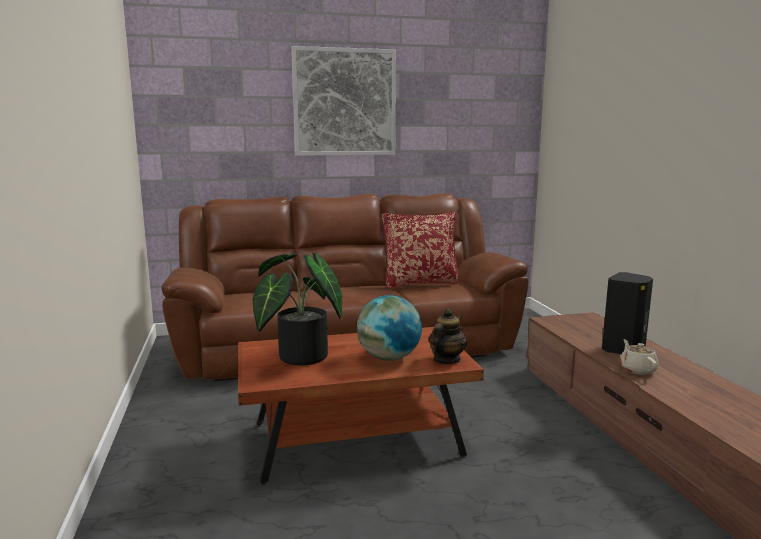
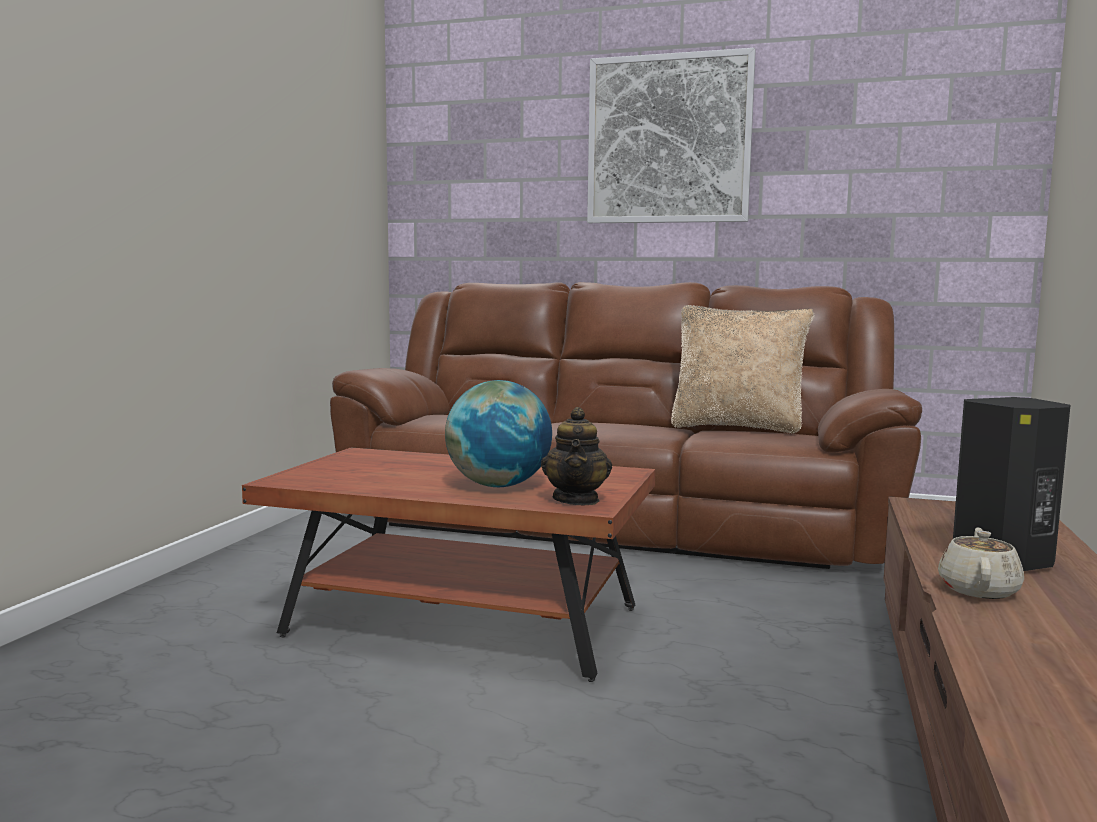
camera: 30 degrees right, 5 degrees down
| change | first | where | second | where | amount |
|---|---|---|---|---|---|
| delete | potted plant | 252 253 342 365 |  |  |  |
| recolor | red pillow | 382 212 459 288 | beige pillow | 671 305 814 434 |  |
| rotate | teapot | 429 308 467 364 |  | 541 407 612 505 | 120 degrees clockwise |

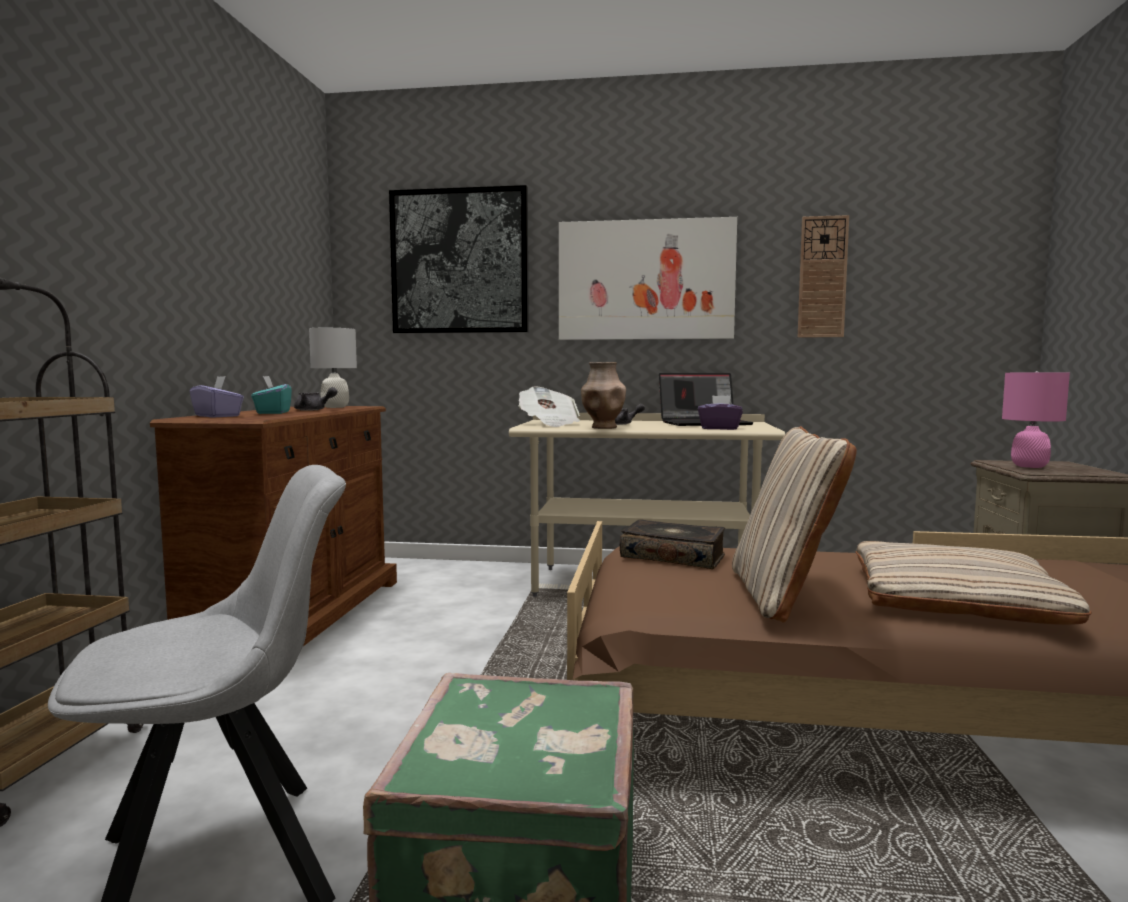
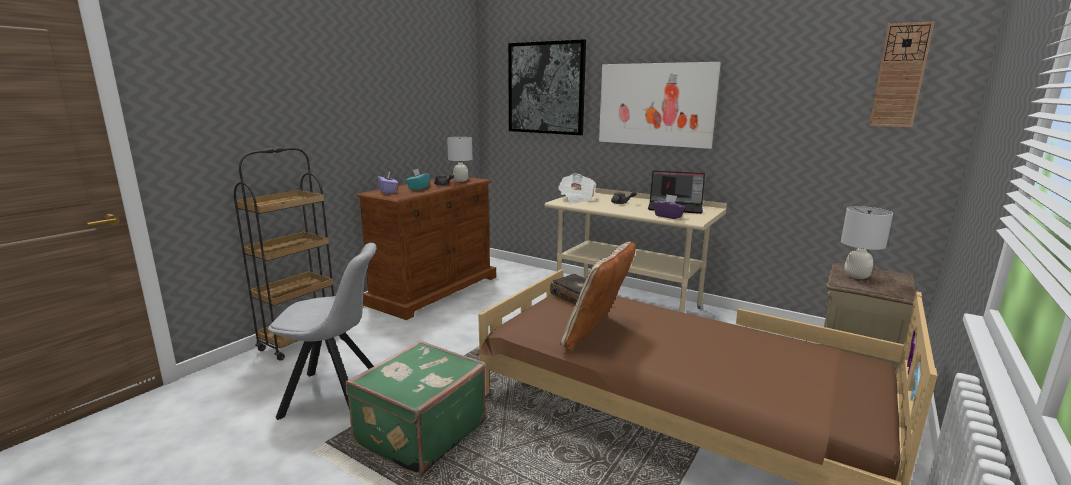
camera: 25 degrees right, 10 degrees up
| change | first | where | second | where | amount |
|---|---|---|---|---|---|
| delete | brown vase | 581 362 626 429 |  |  |  |
| delete | beige pillow | 856 541 1092 625 |  |  |  |
| move | wall clock | 798 215 849 338 |  | 869 22 934 127 |  |
| recolor | pink table lamp | 1002 371 1070 468 | grey table lamp | 841 206 893 279 |  |

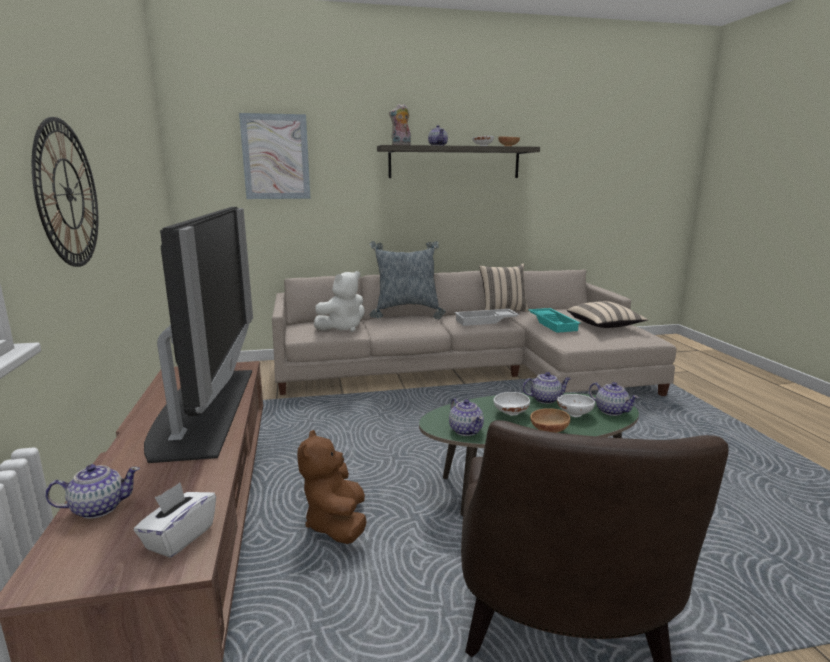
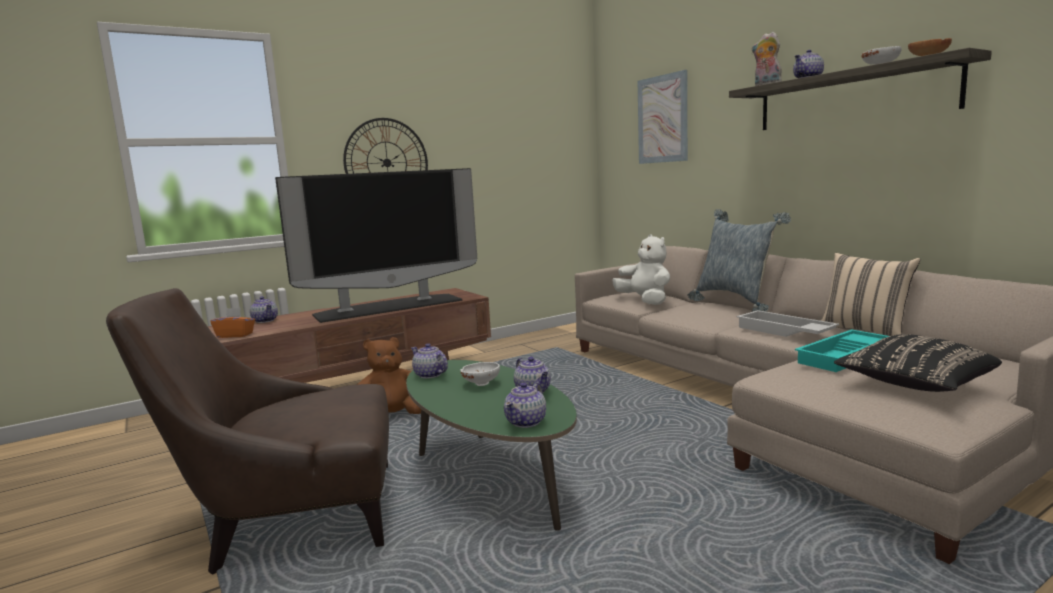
camera: 70 degrees right, 5 degrees down
| change | first | where | second | where | amount |
|---|---|---|---|---|---|
| delete | brown bowl | 530 408 570 433 |  |  |  |
| delete | white bowl | 557 394 595 417 |  |  |  |
| recolor | white tissue box | 134 483 216 558 | orange tissue box | 211 308 255 338 |  |
| recolor | beige pillow | 567 301 648 328 | black pillow | 834 334 1002 392 |  |
| rotate | white plush toy | 314 271 365 332 |  | 612 234 670 305 | 150 degrees counterclockwise |
| rotate | teapot | 449 398 484 436 |  | 411 343 448 379 | 90 degrees clockwise |

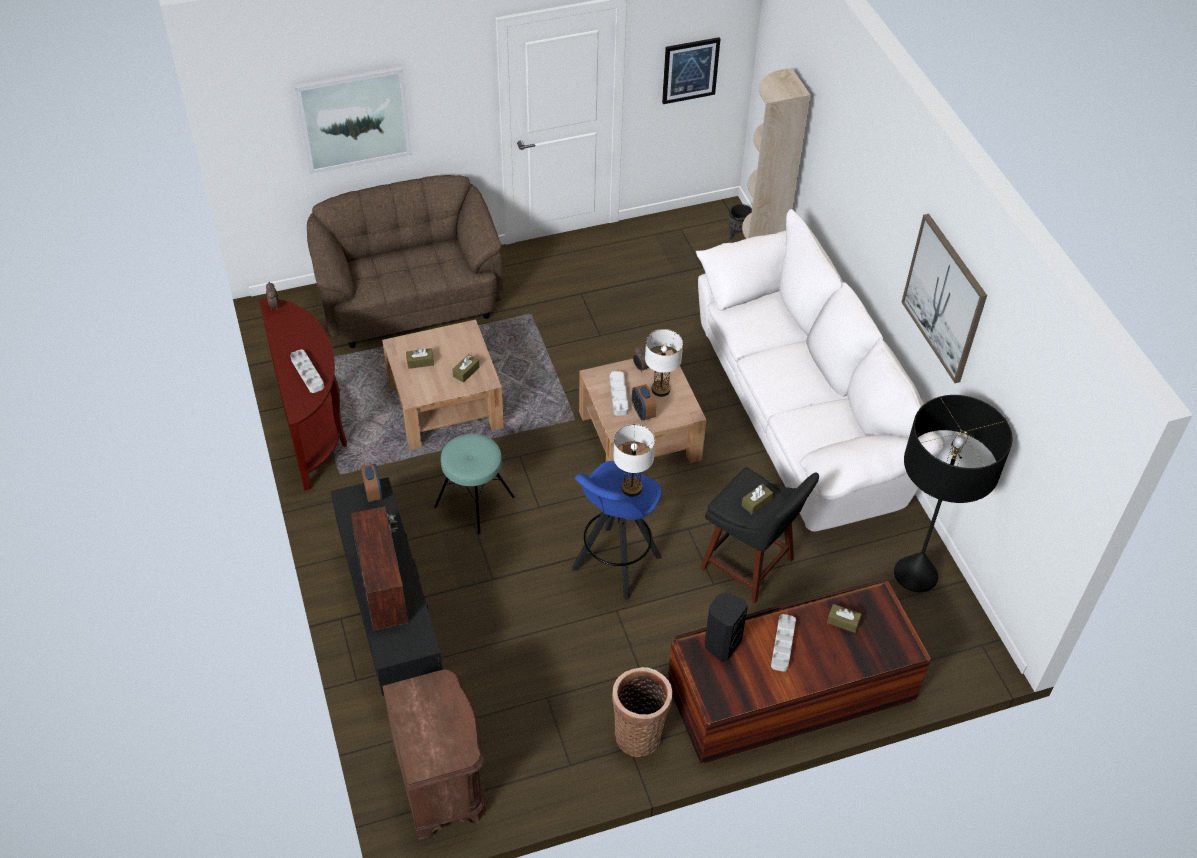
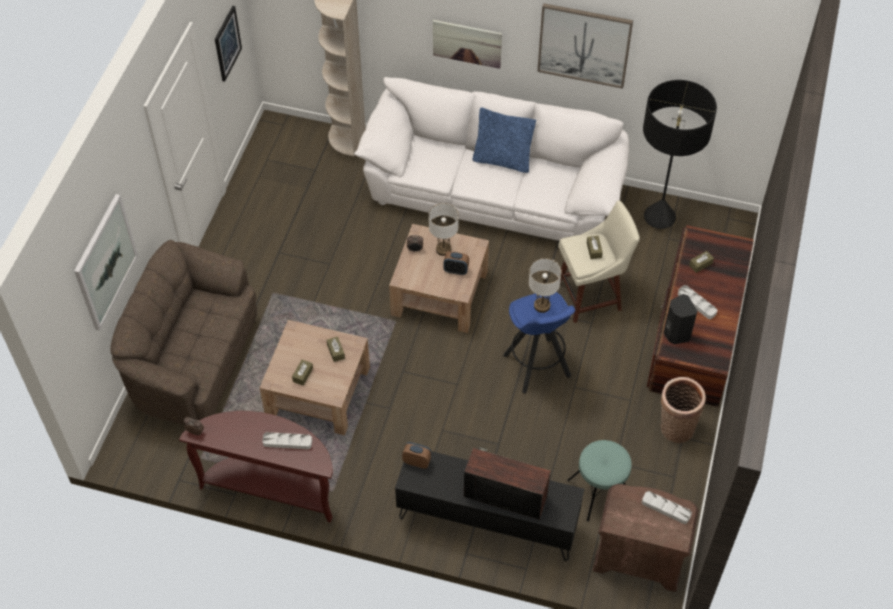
camera: 55 degrees left, 5 degrees up
| change | first | where | second | where | amount |
|---|---|---|---|---|---|
| delete | black planter | 729 204 752 240 |  |  |  |
| insert |  |  | picture | 433 20 502 69 |  |
| insert |  |  | blue pillow | 473 107 536 173 |  |
| move | turquoise stool | 434 434 515 534 |  | 567 440 632 522 |  |
| move | grey tray | 609 371 629 416 |  | 642 491 692 524 |  |
| recolor | black stool | 700 467 819 604 | beige stool | 557 200 640 323 |  |

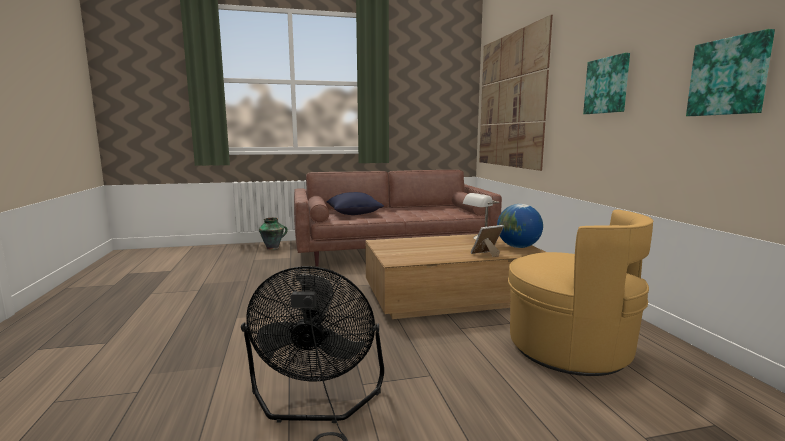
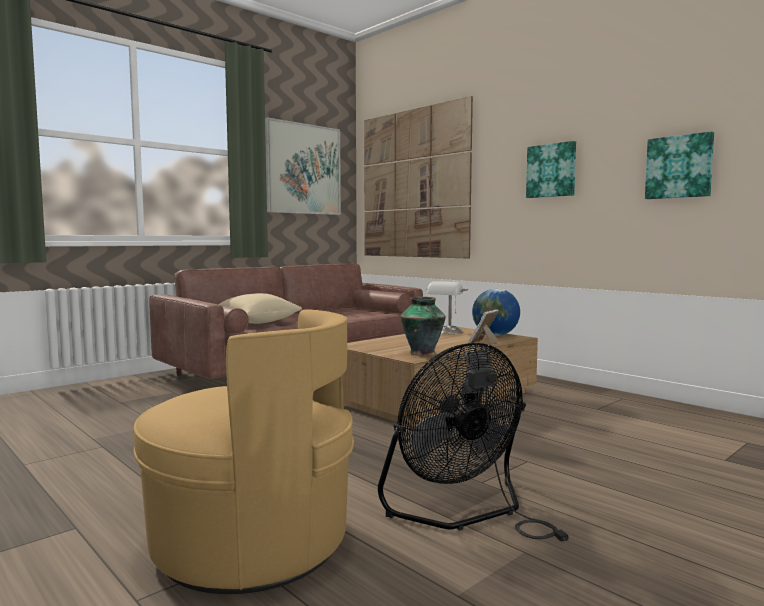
camera: 30 degrees left, 5 degrees down
| change | first | where | second | where | amount |
|---|---|---|---|---|---|
| insert |  |  | picture | 265 117 341 215 |  |
| move | vase | 259 218 288 250 |  | 400 297 446 356 |  |
| move | beige armchair | 508 210 653 376 |  | 134 309 354 594 |  |
| recolor | blue pillow | 326 192 384 215 | beige pillow | 218 293 302 324 |  |

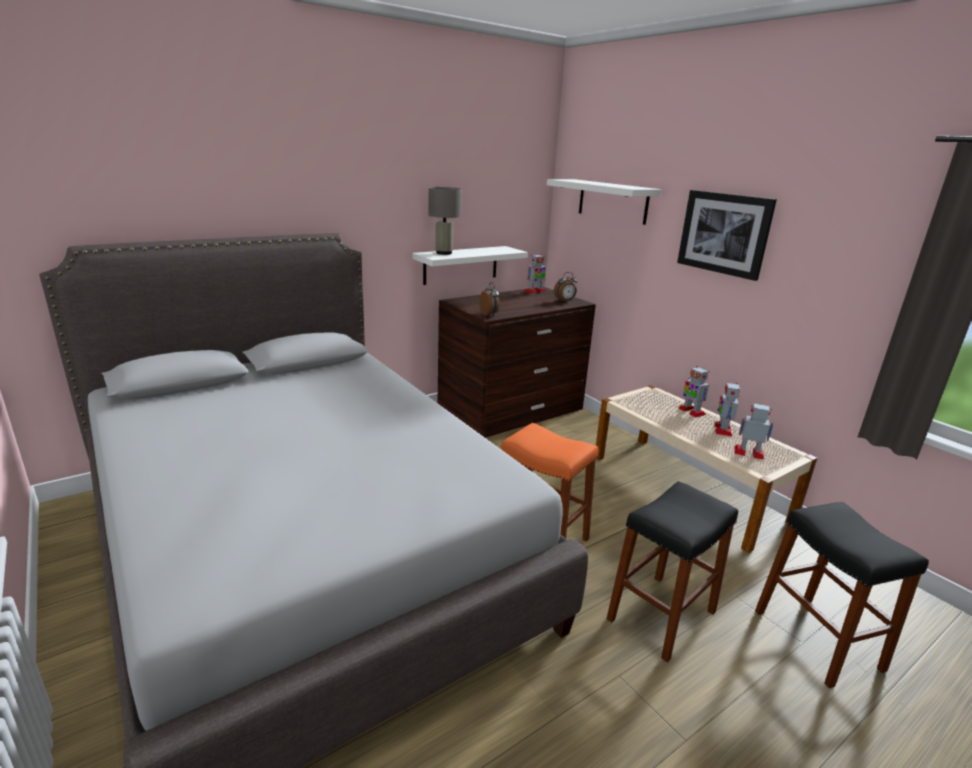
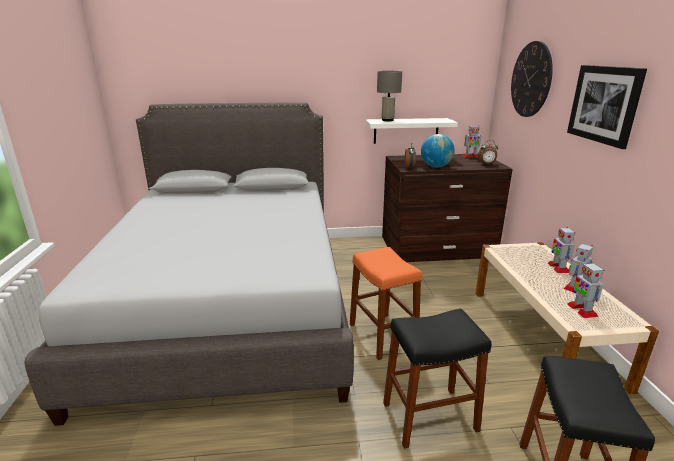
camera: 30 degrees right, 0 degrees up
| change | first | where | second | where | amount |
|---|---|---|---|---|---|
| insert |  |  | globe | 421 134 455 168 |  |
| replace | white shelf | 547 179 662 225 | wall clock | 511 41 553 117 |  |
| rotate | toy robot | 735 403 774 460 |  | 568 262 605 318 | 150 degrees counterclockwise |

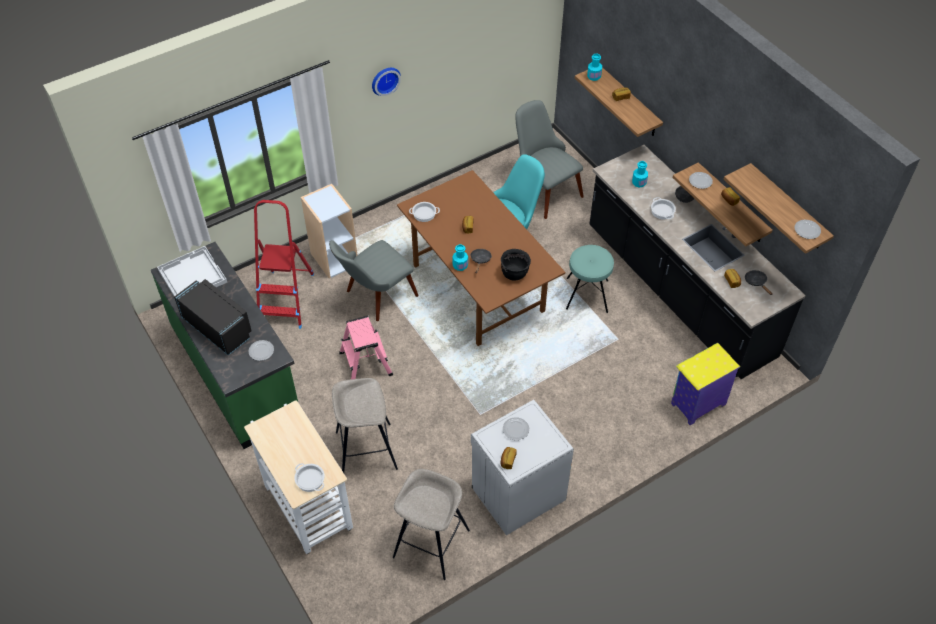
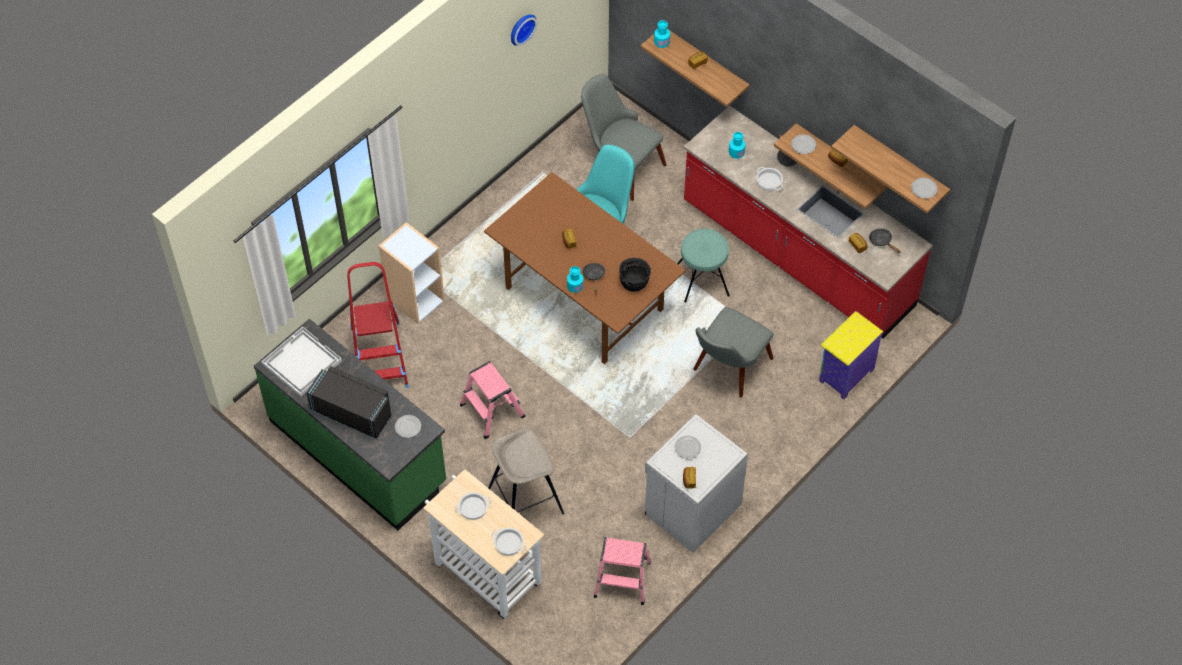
camera: 15 degrees left, 5 degrees up
| change | first | where | second | where | amount |
|---|---|---|---|---|---|
| move | grey chair | 329 240 419 321 |  | 693 307 774 398 |  |
| move | wall clock | 372 68 401 96 |  | 511 14 537 46 |  |
| move | cooking pot | 409 202 440 222 |  | 455 492 492 520 |  |
| replace | grey stool | 393 469 470 580 | pink step ladder | 594 537 651 605 |  |
| recolor | black counter | 589 145 806 379 | red counter | 683 105 933 339 |  |

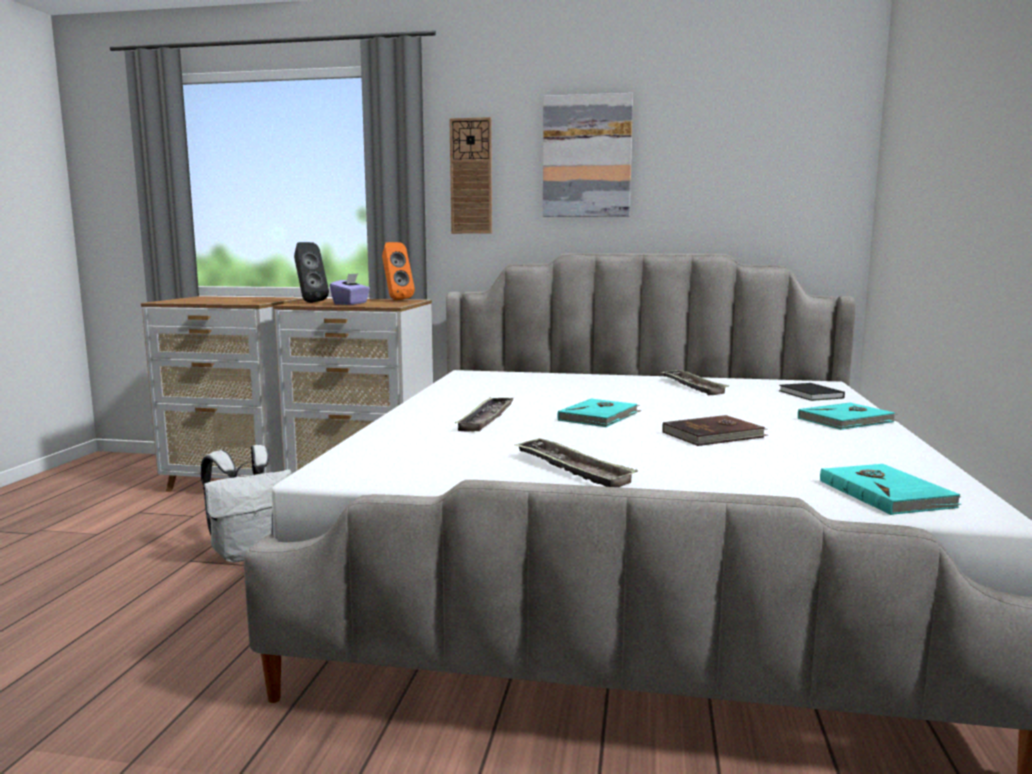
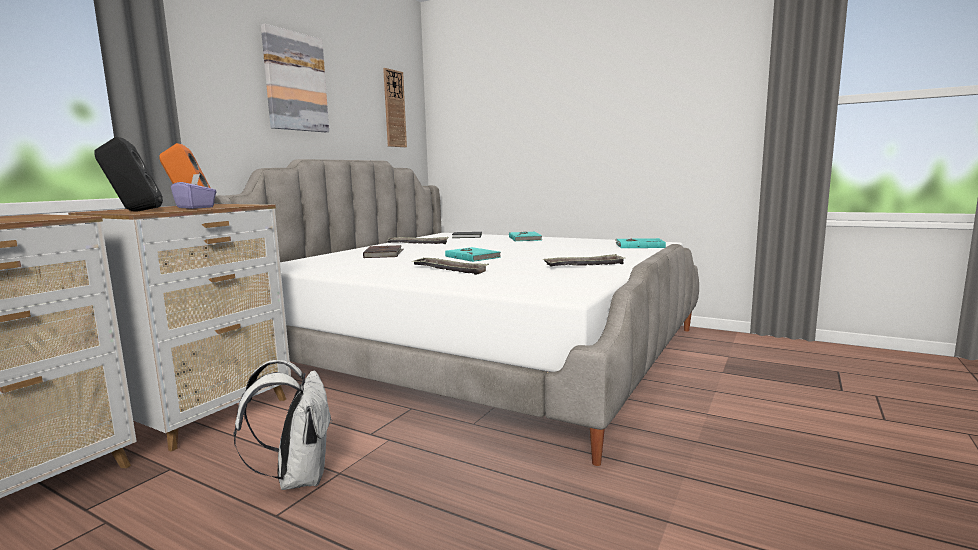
camera: 70 degrees left, 0 degrees up
| change | first | where | second | where | amount |
|---|---|---|---|---|---|
| move | wall clock | 450 117 492 234 |  | 383 68 407 147 |  |
| move | brown book | 662 415 769 446 |  | 363 245 403 258 |  |

